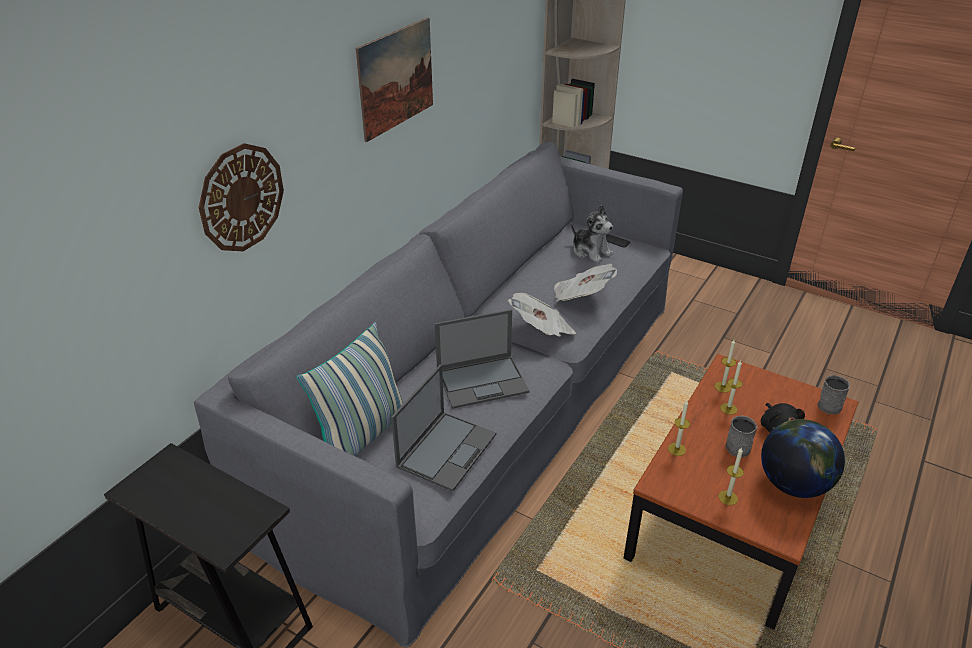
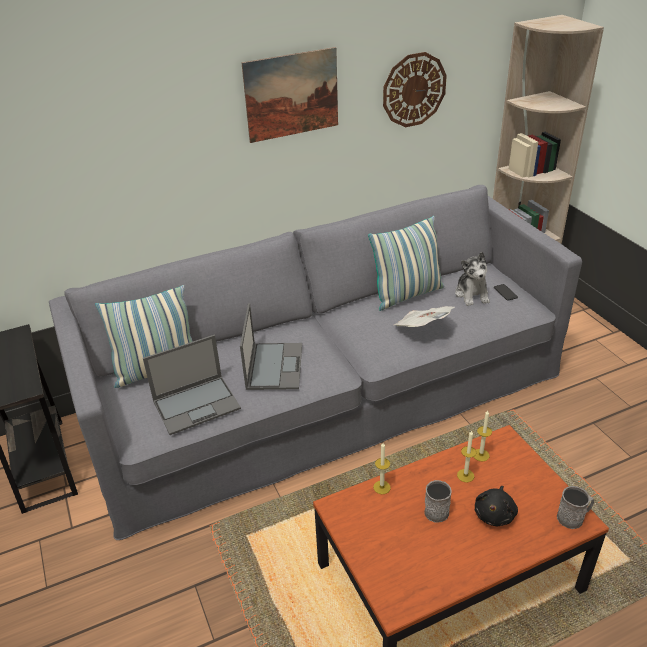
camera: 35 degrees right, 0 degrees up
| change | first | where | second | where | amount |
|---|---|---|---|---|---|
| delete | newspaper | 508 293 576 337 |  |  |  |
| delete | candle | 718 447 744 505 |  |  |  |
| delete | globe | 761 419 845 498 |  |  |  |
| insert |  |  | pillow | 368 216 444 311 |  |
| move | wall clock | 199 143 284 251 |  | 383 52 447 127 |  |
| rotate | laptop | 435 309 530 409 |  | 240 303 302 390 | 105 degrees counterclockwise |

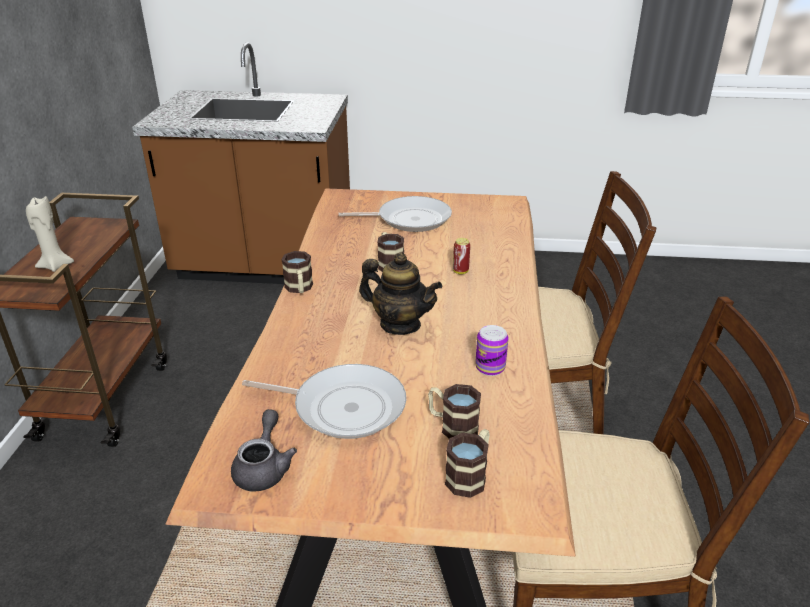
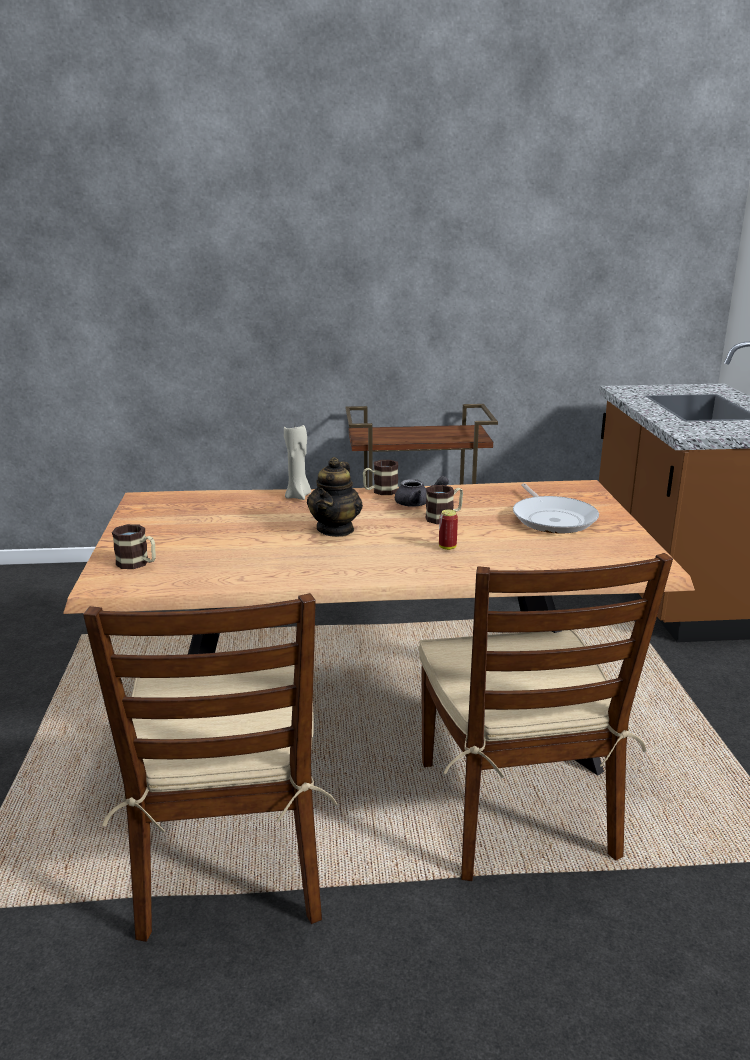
camera: 80 degrees right, 10 degrees down
| change | first | where | second | where | amount |
|---|---|---|---|---|---|
| delete | frying pan | 242 364 406 439 |  |  |  |
| delete | mug | 428 384 481 439 |  |  |  |
| delete | can | 475 325 508 376 |  |  |  |
| move | beige candle | 26 196 74 272 |  | 284 425 311 500 |  |
| move | grey teapot | 231 409 297 491 |  | 395 476 449 507 |  |

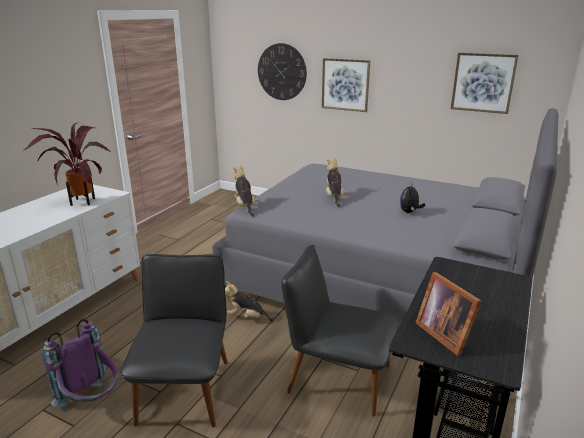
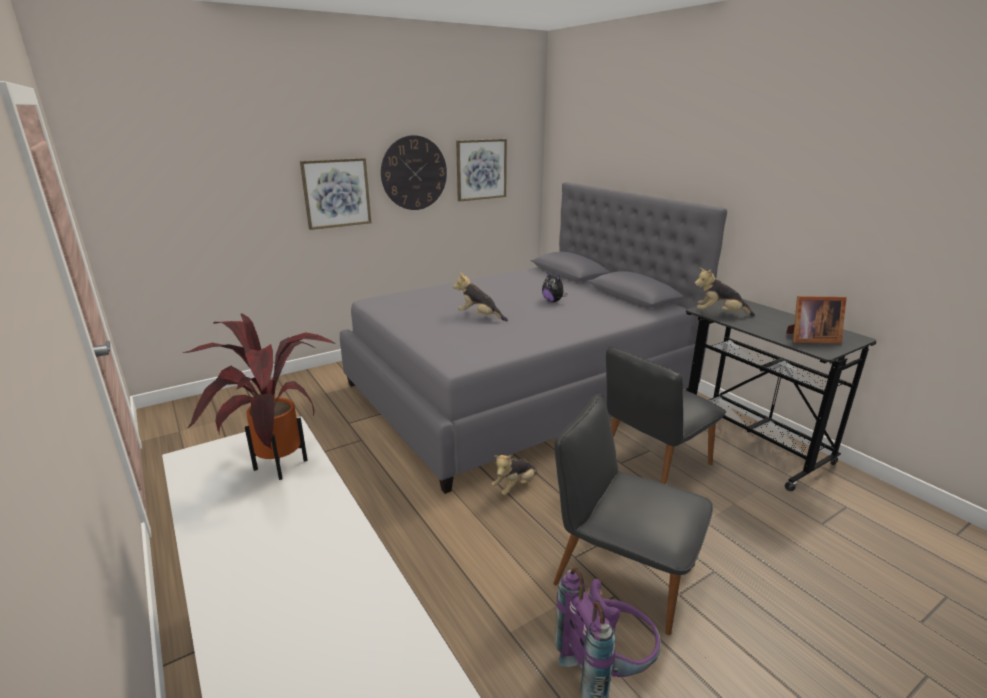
camera: 60 degrees left, 0 degrees up
| change | first | where | second | where | amount |
|---|---|---|---|---|---|
| move | plush toy | 233 166 258 217 |  | 694 267 755 316 |  |
| move | wall clock | 258 43 307 100 |  | 381 135 447 210 |  |

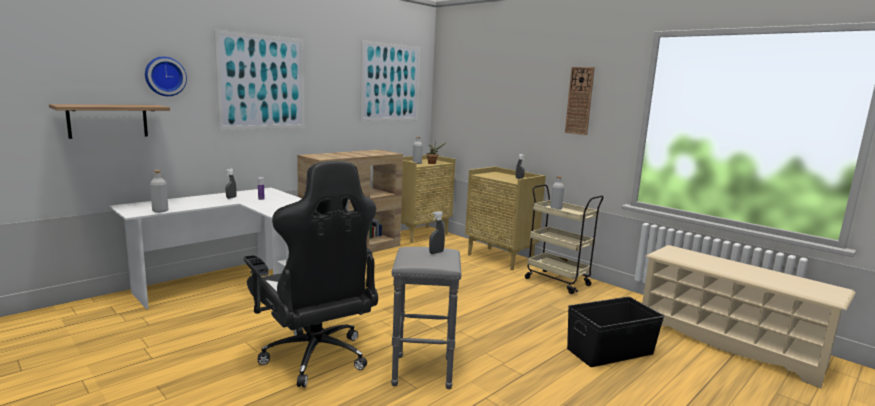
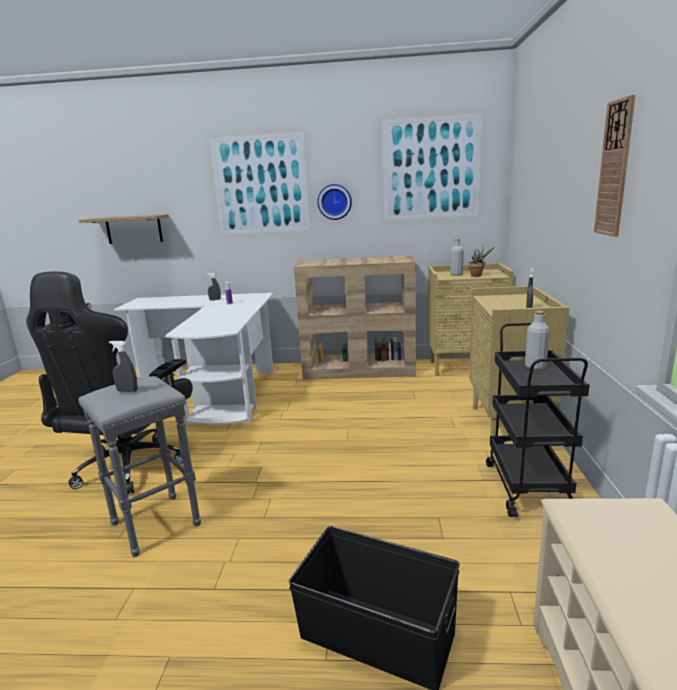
camera: 50 degrees right, 5 degrees up
| change | first | where | second | where | amount |
|---|---|---|---|---|---|
| delete | grey bottle | 150 170 168 213 |  |  |  |
| move | wall clock | 145 56 187 96 |  | 317 184 352 220 |  |
| recolor | beige cart | 525 184 603 294 | black cart | 486 323 590 517 |  |

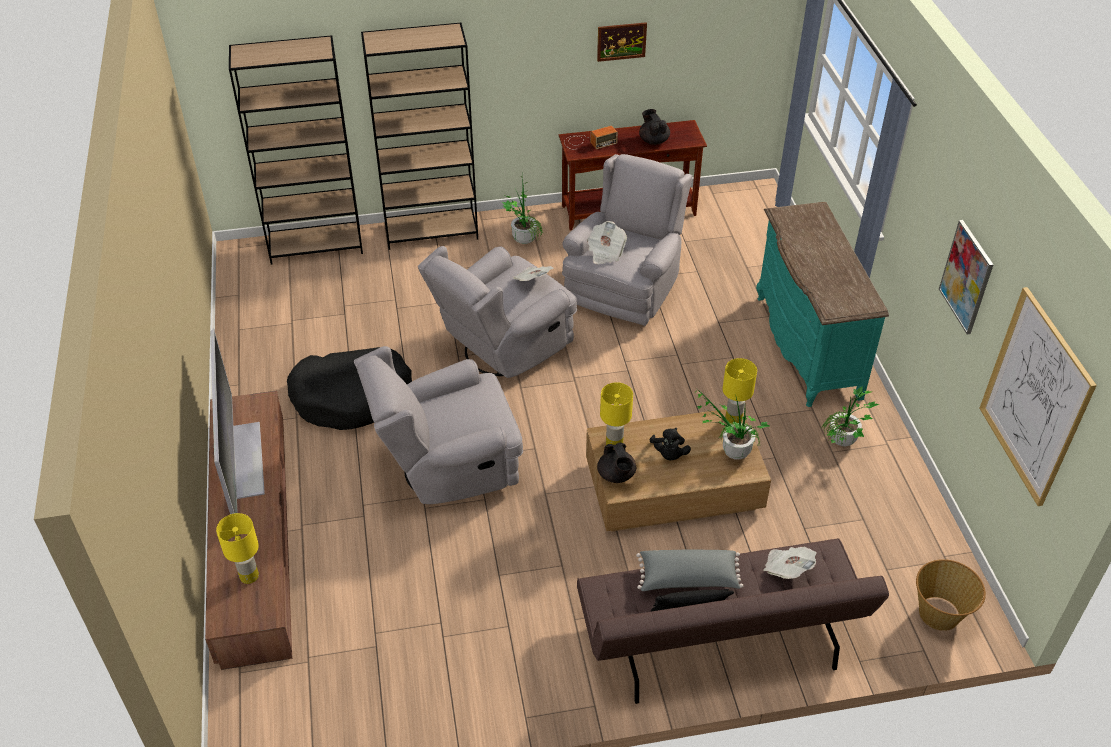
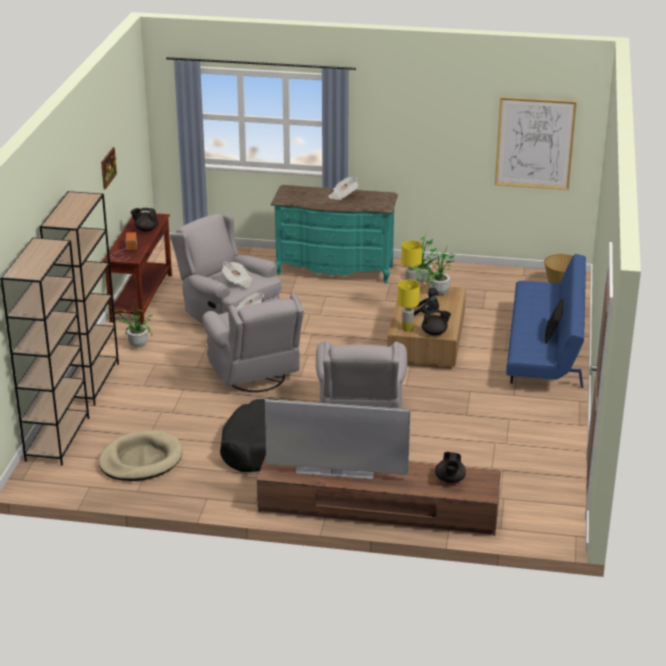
camera: 70 degrees left, 15 degrees down
| change | first | where | second | where | amount |
|---|---|---|---|---|---|
| delete | grey pillow | 636 550 743 591 |  |  |  |
| delete | picture | 939 220 994 334 |  |  |  |
| insert |  |  | beige dog bed | 98 430 183 481 |  |
| move | newspaper | 763 547 816 579 |  | 328 177 358 200 |  |
| replace | yellow table lamp | 216 513 259 584 | black teapot | 435 452 466 483 |  |
| recolor | brown sofa | 577 538 889 704 | blue sofa | 506 254 586 388 |  |

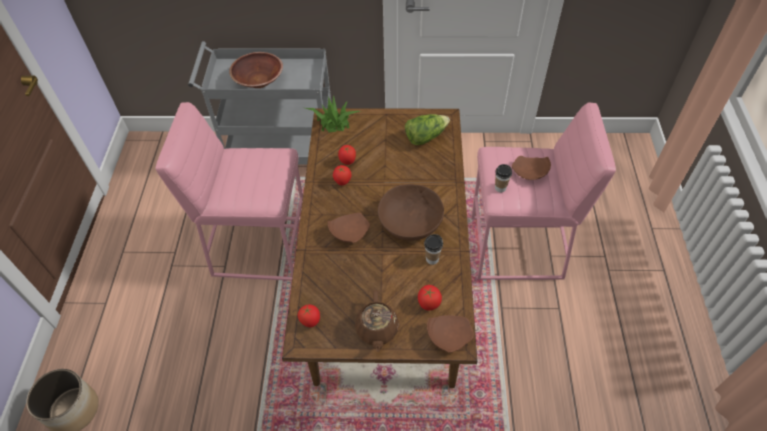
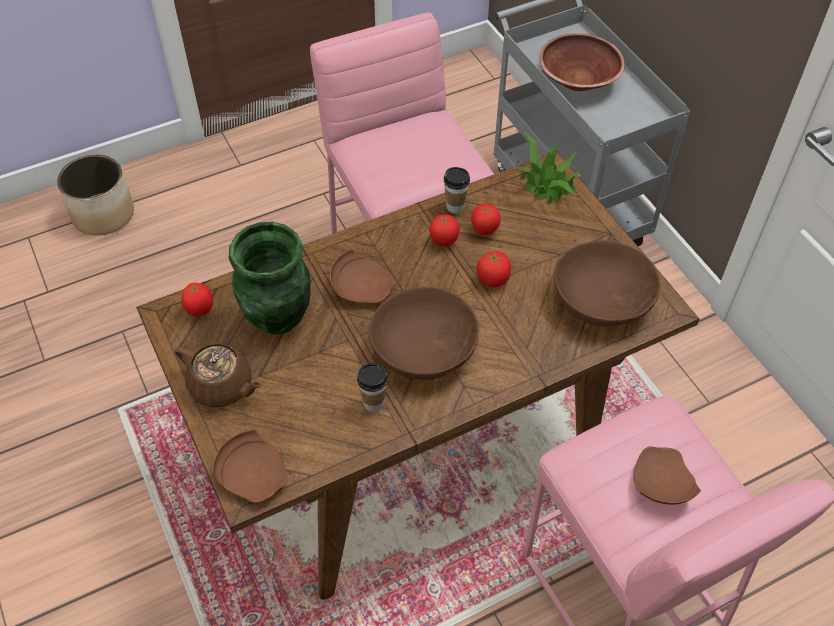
camera: 60 degrees right, 0 degrees up
| change | first | where | second | where | amount |
|---|---|---|---|---|---|
| insert |  |  | green vase | 229 222 310 335 |  |
| move | tomato | 418 285 442 311 |  | 477 251 511 287 |  |
| move | cup | 495 164 512 192 |  | 444 167 470 213 |  |
| replace | lettuce | 405 114 450 145 | brown bowl | 554 241 661 327 |  |
| rotate | brown teapot | 355 290 399 352 |  | 175 343 262 407 | 120 degrees counterclockwise |

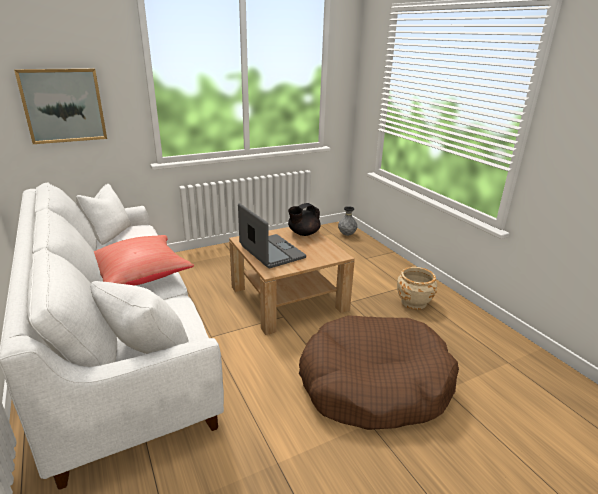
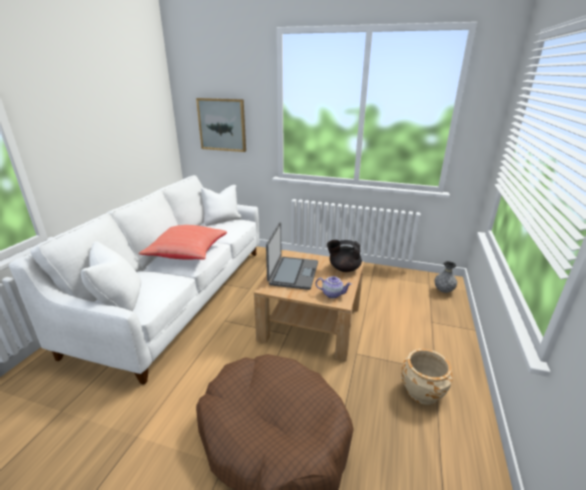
camera: 45 degrees right, 0 degrees up
| change | first | where | second | where | amount |
|---|---|---|---|---|---|
| insert |  |  | teapot | 316 276 352 298 |  |

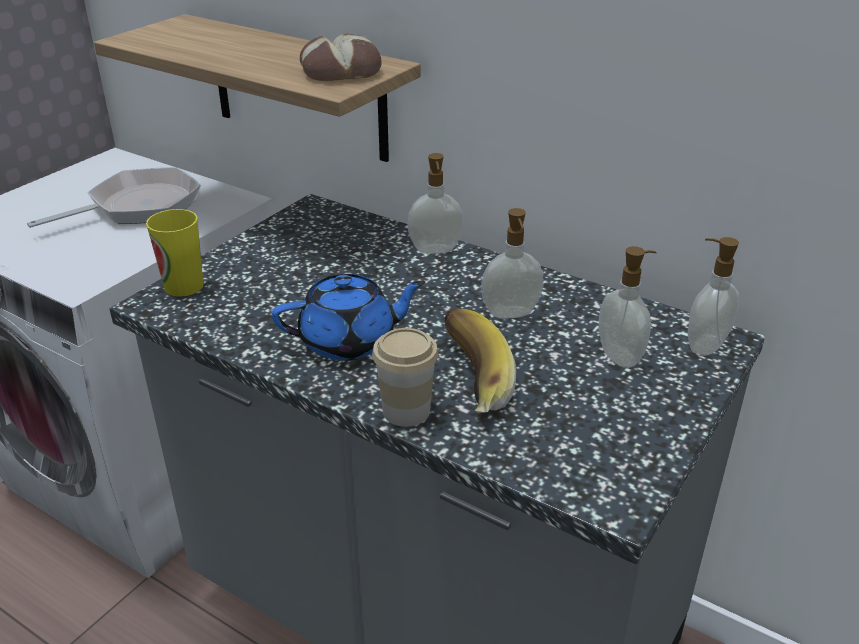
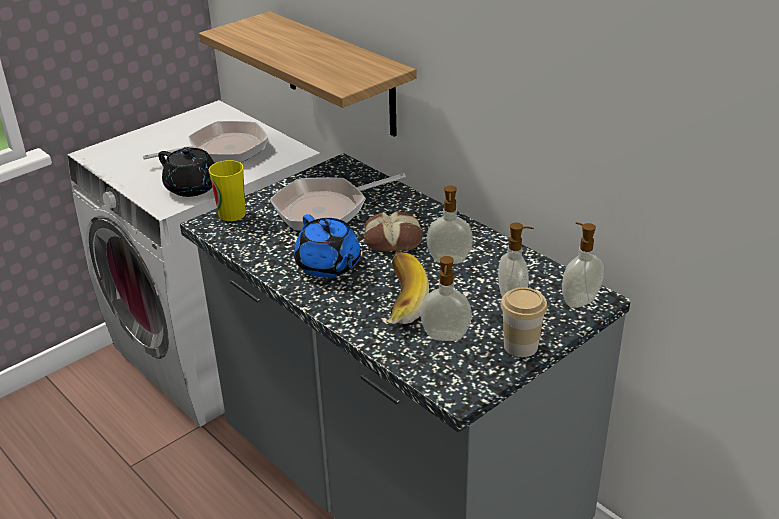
camera: 15 degrees right, 0 degrees up
| change | first | where | second | where | amount |
|---|---|---|---|---|---|
| insert |  |  | black teapot | 158 147 214 197 |  |
| insert |  |  | frying pan | 270 173 406 231 |  |
| move | bread | 300 34 381 81 |  | 364 211 422 251 |  |
| move | cup | 372 328 438 427 |  | 500 287 547 357 |  |
| move | soap dispenser | 407 153 464 254 |  | 420 256 472 341 |  |
| rotate | blue teapot | 272 274 426 360 |  | 294 214 361 278 | 60 degrees clockwise |

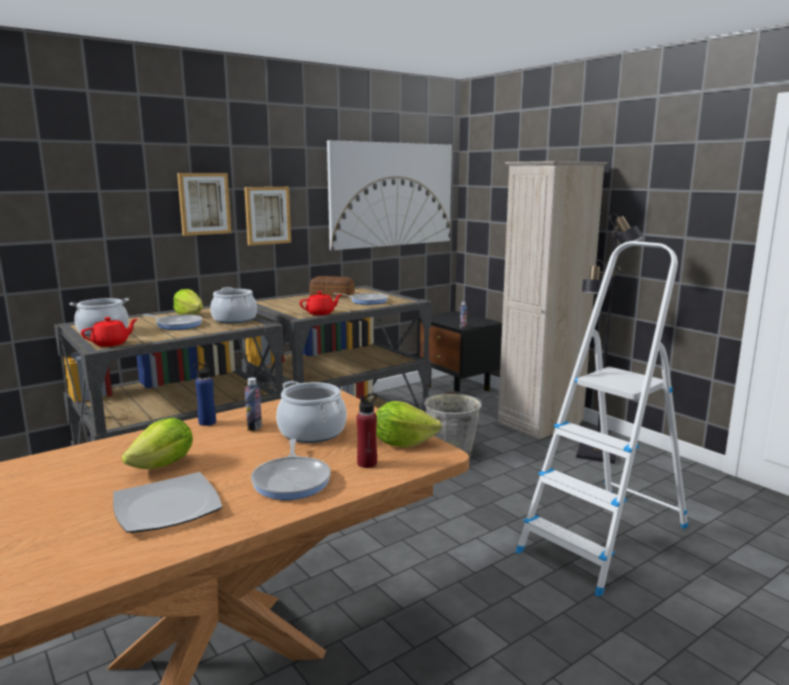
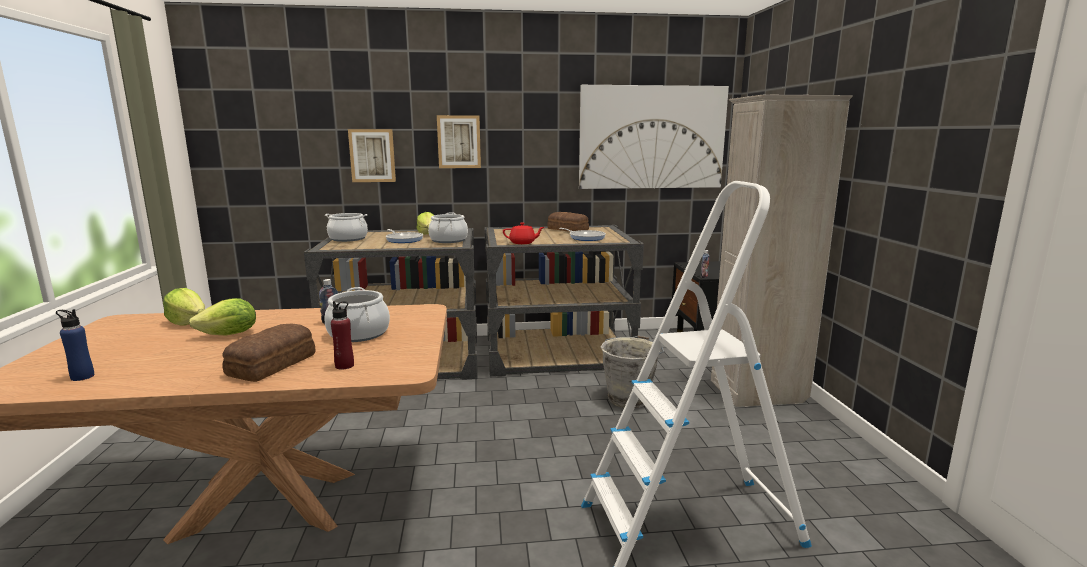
camera: 30 degrees right, 0 degrees up
| change | first | where | second | where | amount |
|---|---|---|---|---|---|
| delete | red teapot | 81 317 137 347 |  |  |  |
| delete | plate | 113 472 222 533 |  |  |  |
| delete | black floor lamp | 576 213 644 464 |  |  |  |
| move | blue bottle | 194 362 216 426 |  | 56 309 94 381 |  |
| move | picture | 244 187 291 246 |  | 348 129 396 182 |  |
| move | lettuce | 376 401 442 447 |  | 163 288 205 326 |  |
| replace | frying pan | 251 438 331 500 | bread | 222 323 316 382 |  |

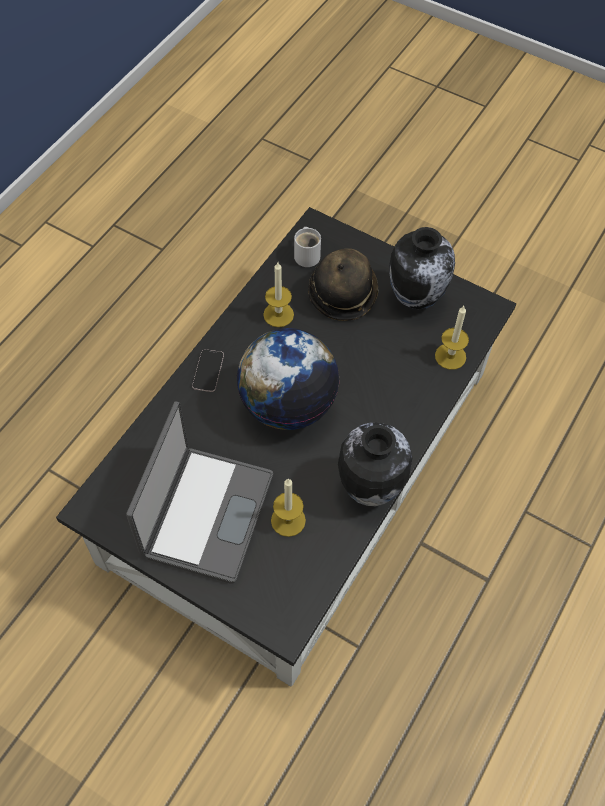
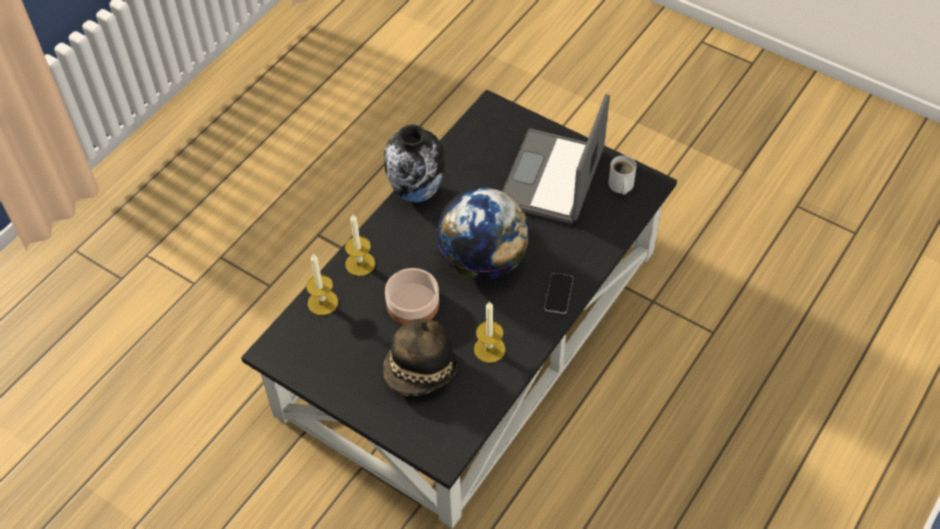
camera: 175 degrees left, 5 degrees down
| change | first | where | second | where | amount |
|---|---|---|---|---|---|
| delete | vase | 389 227 455 309 |  |  |  |
| insert |  |  | bowl | 385 268 439 325 |  |
| move | candle | 271 478 306 537 |  | 345 214 375 276 |  |
| move | white mug | 294 227 321 267 |  | 608 155 637 194 |  |

